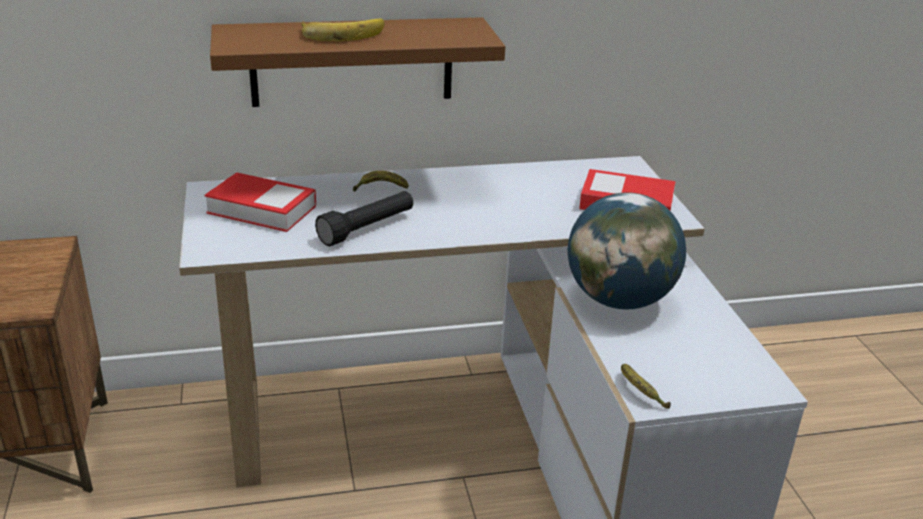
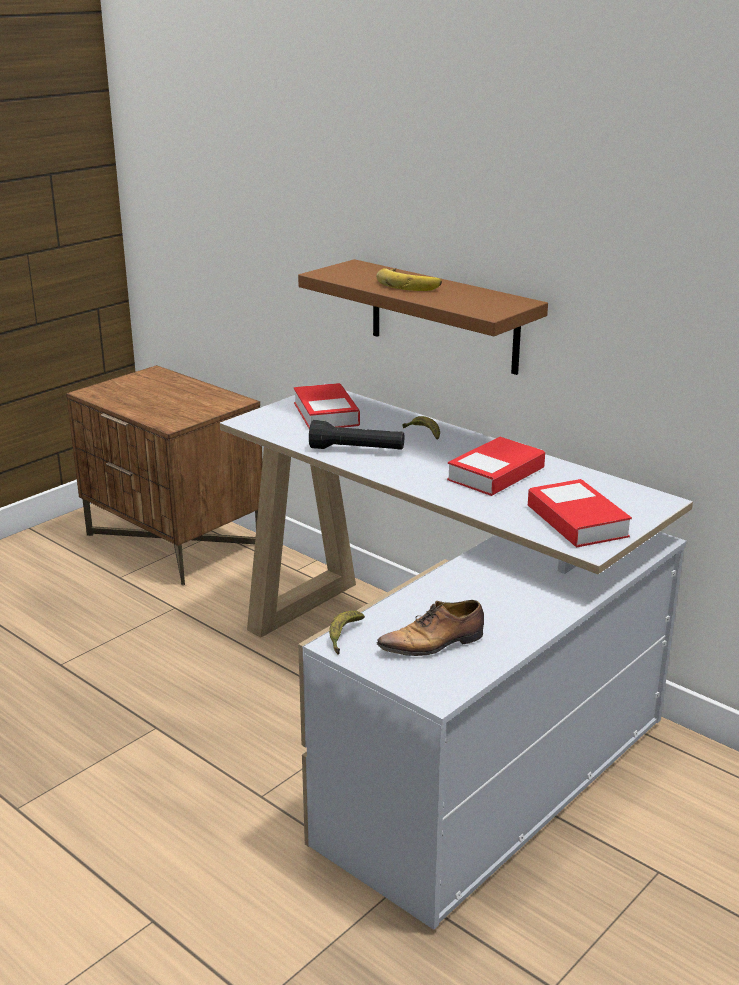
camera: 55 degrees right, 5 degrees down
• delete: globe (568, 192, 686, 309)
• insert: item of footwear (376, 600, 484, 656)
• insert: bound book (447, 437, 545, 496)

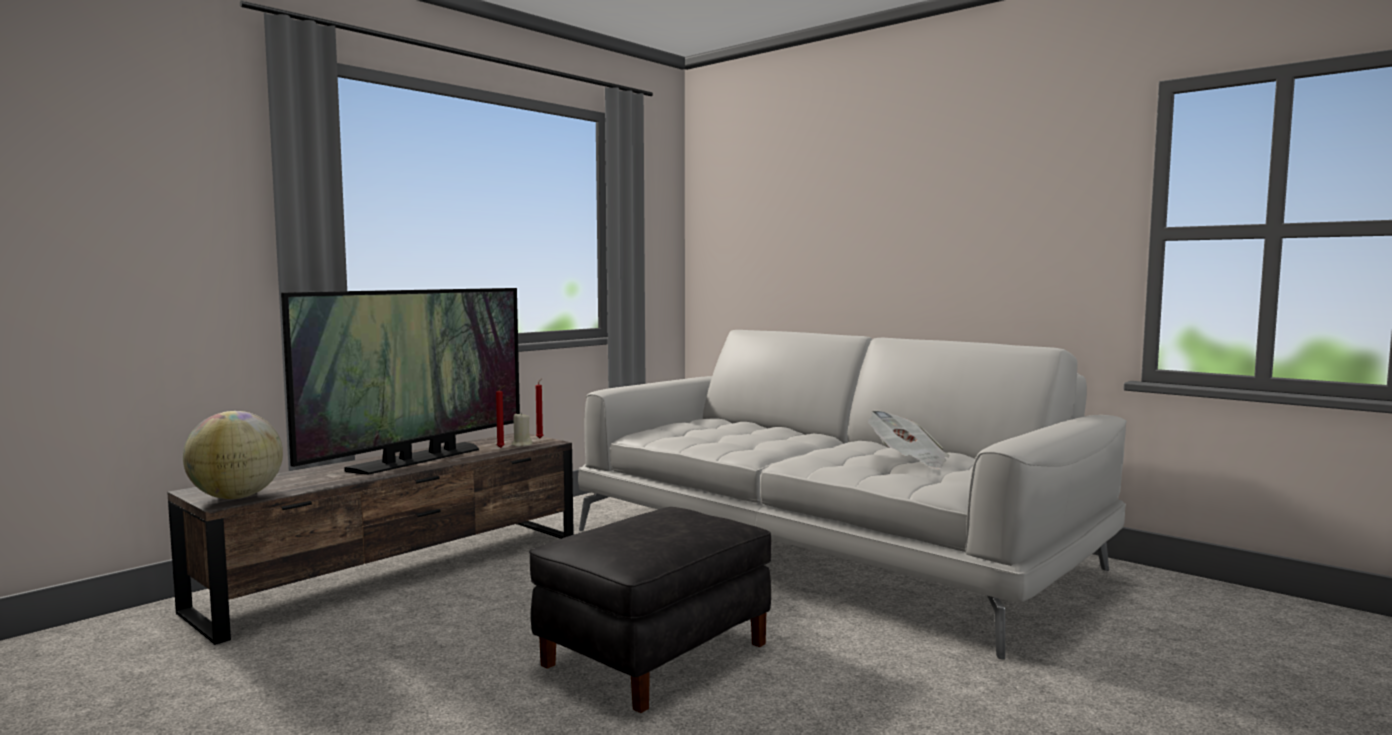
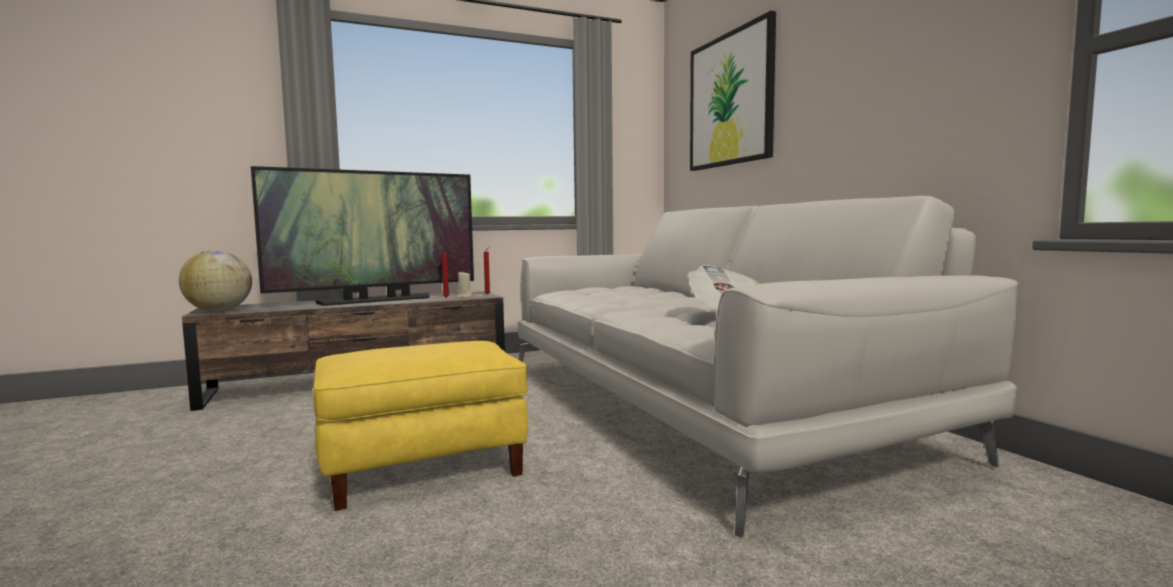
camera: 25 degrees right, 0 degrees up
• insert: picture (690, 11, 776, 171)
• recolor: black-coloured ottoman (529, 507, 771, 713) to yellow ottoman (313, 341, 528, 511)

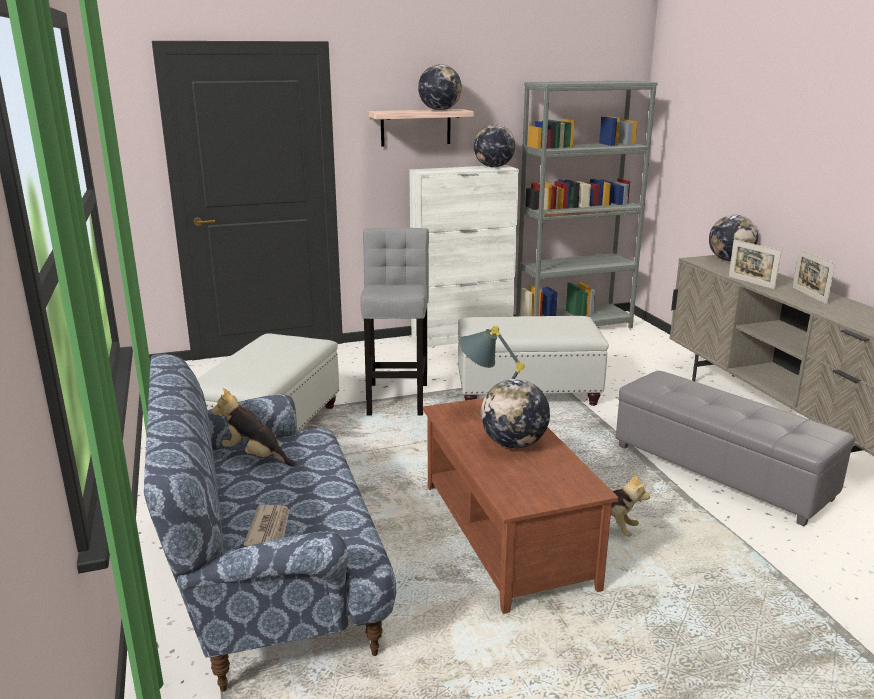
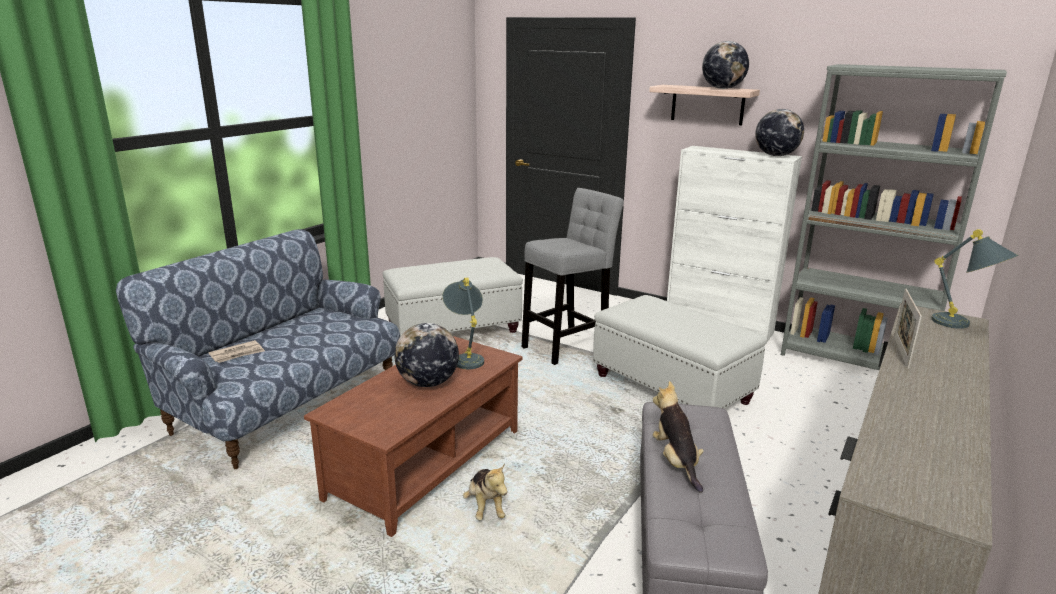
camera: 50 degrees right, 0 degrees up
• delete: picture frame (792, 249, 835, 304)
• move: cuddly toy (212, 388, 297, 467) to (653, 381, 704, 493)
• replace: globe (709, 215, 758, 261) to grey lamp for a table (931, 229, 1018, 329)

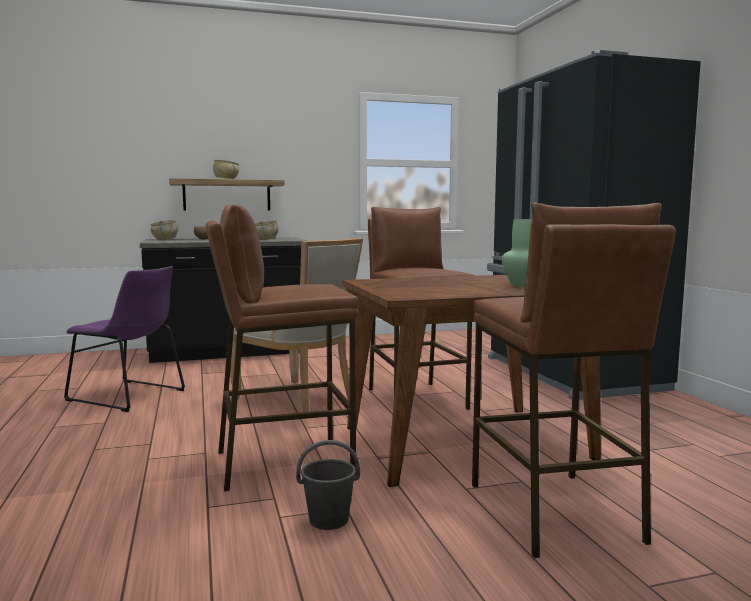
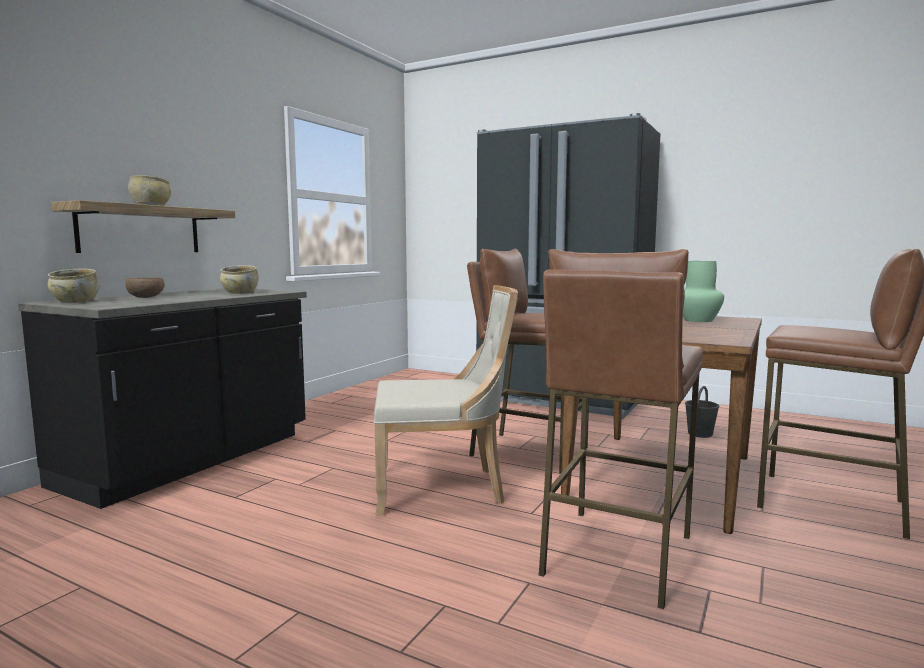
camera: 45 degrees left, 0 degrees up
• delete: purple-coloured chair (64, 266, 185, 412)
• move: grey bucket (296, 440, 360, 530) to (685, 386, 719, 438)

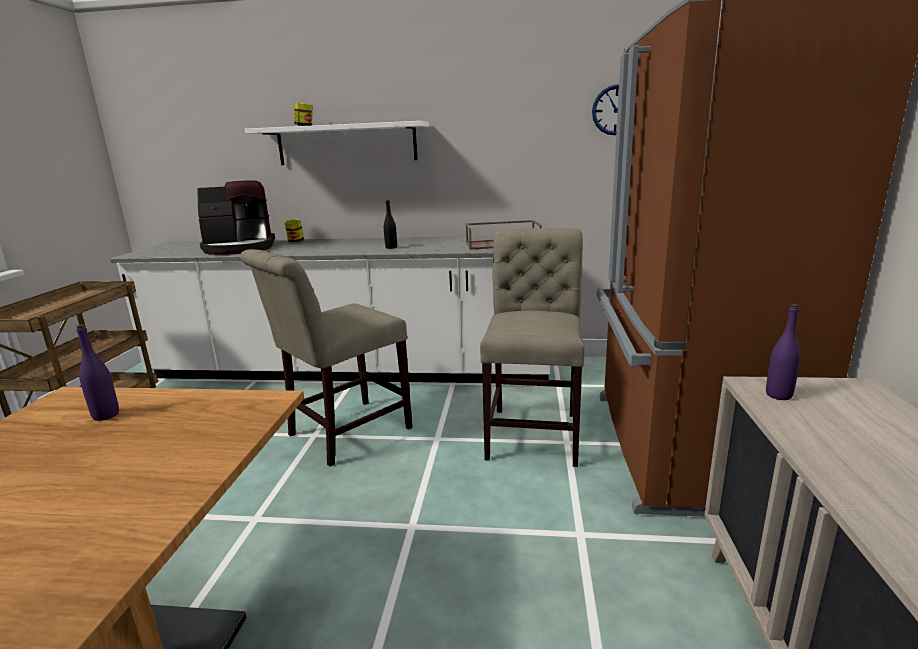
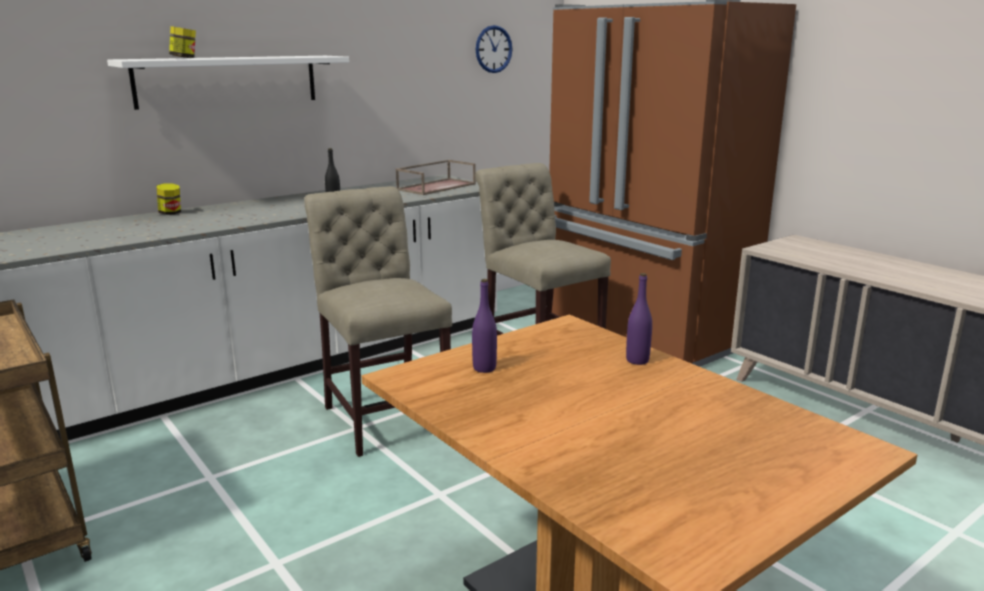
camera: 45 degrees left, 0 degrees up
• delete: coffee maker (197, 181, 275, 255)
• move: purple-coloured drink bottle (766, 304, 801, 400) to (626, 273, 652, 365)
• rotate: sand-coloured chair (240, 249, 412, 467) = (304, 186, 452, 457) 150 degrees clockwise

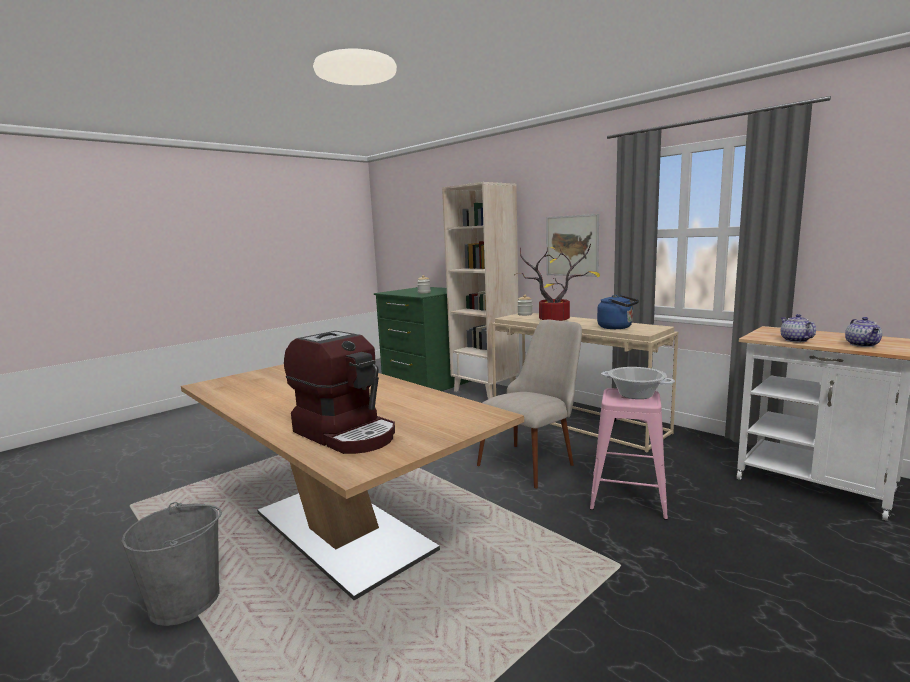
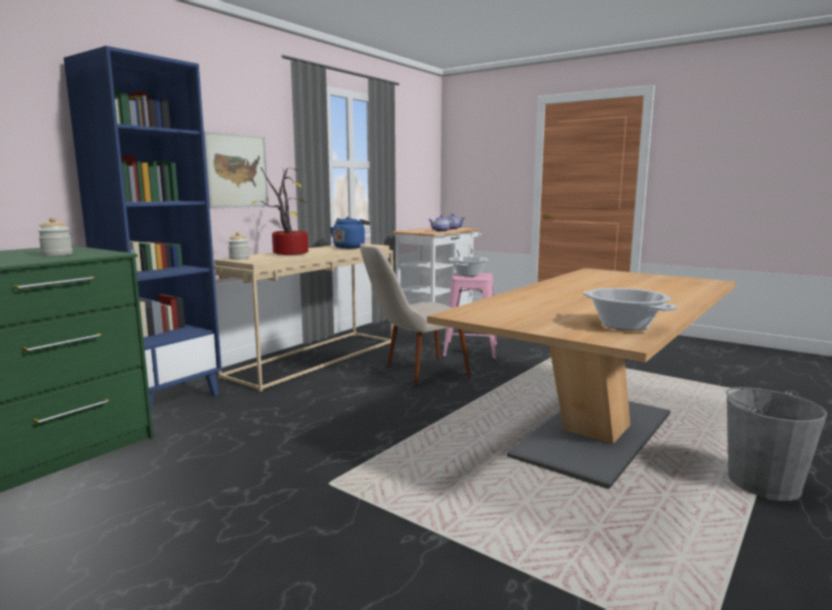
camera: 100 degrees left, 0 degrees up
• delete: coffee maker (284, 331, 395, 454)
• insert: cooking pot (583, 288, 677, 330)
• recolor: sand-coloured bookcase (442, 182, 520, 399) to bluish bookcase (64, 46, 222, 415)
• rotate: sand-coloured chair (477, 320, 582, 488) = (360, 243, 471, 386) 60 degrees counterclockwise

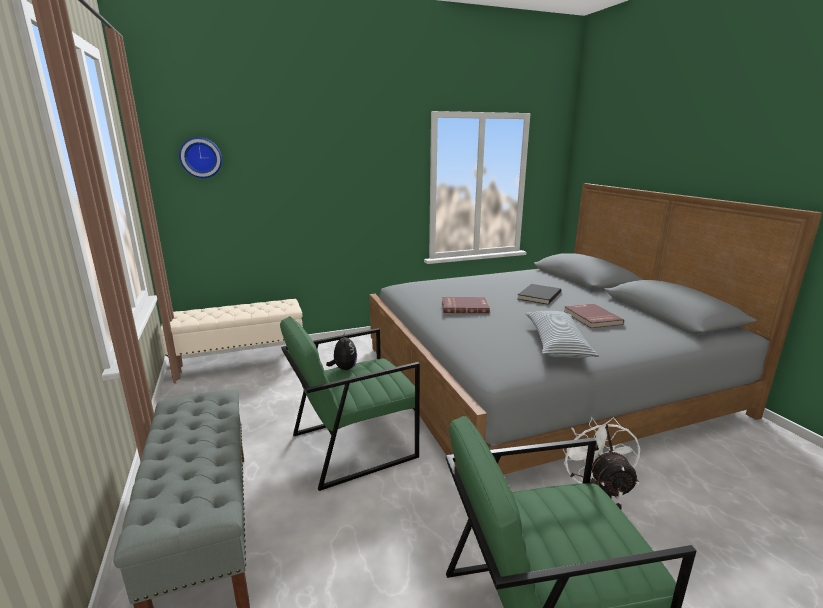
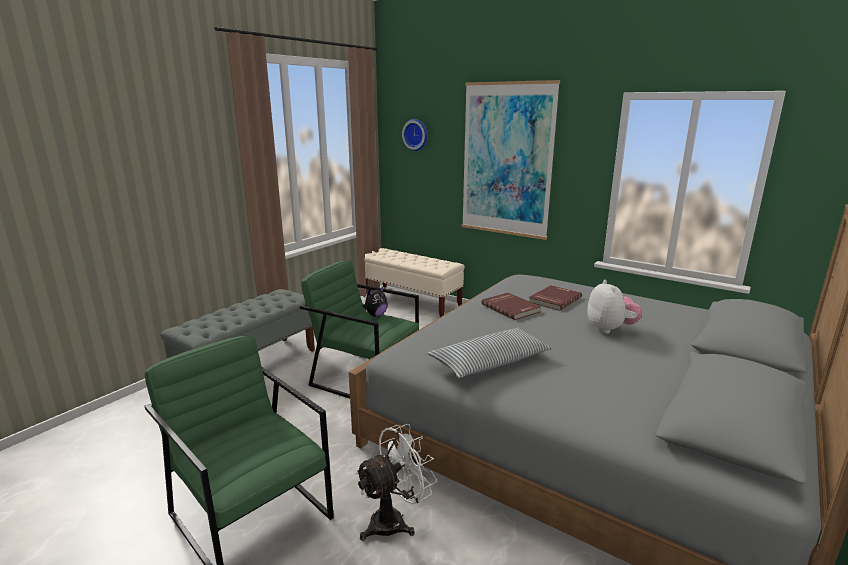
camera: 55 degrees right, 0 degrees up
• insert: picture (462, 80, 560, 240)
• move: red bound book (564, 304, 624, 328) to (529, 285, 582, 311)
• replace: black-coloured bound book (518, 284, 561, 305) to cuddly toy (587, 280, 642, 334)

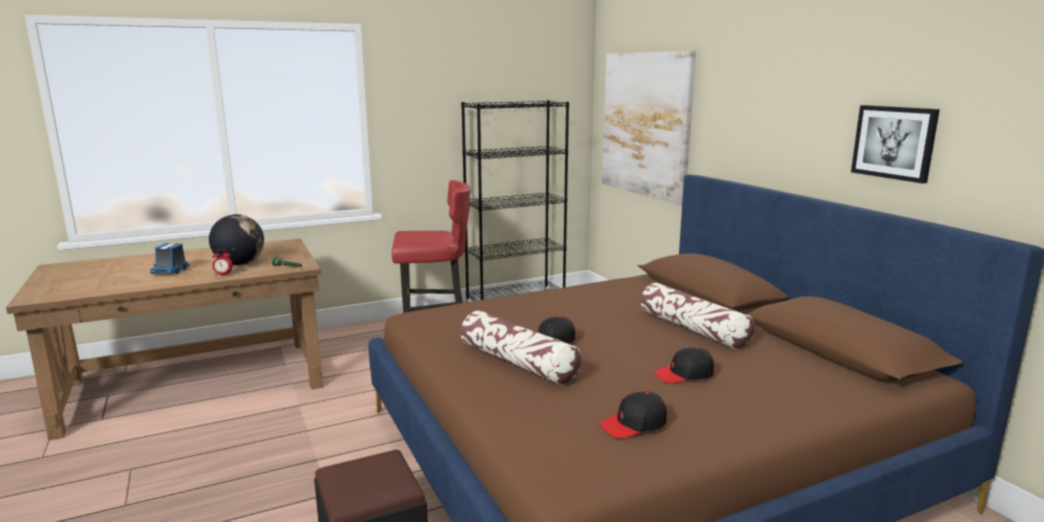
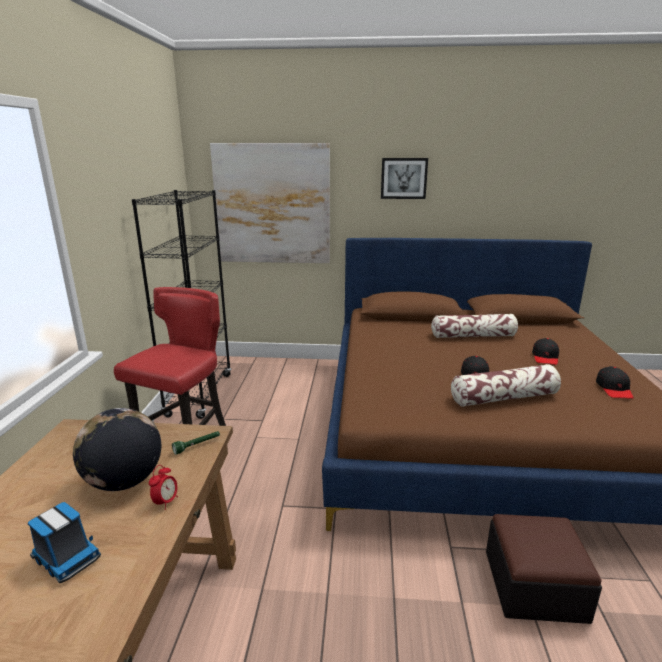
camera: 60 degrees left, 5 degrees up
• move: picture (851, 105, 940, 184) to (381, 158, 428, 199)

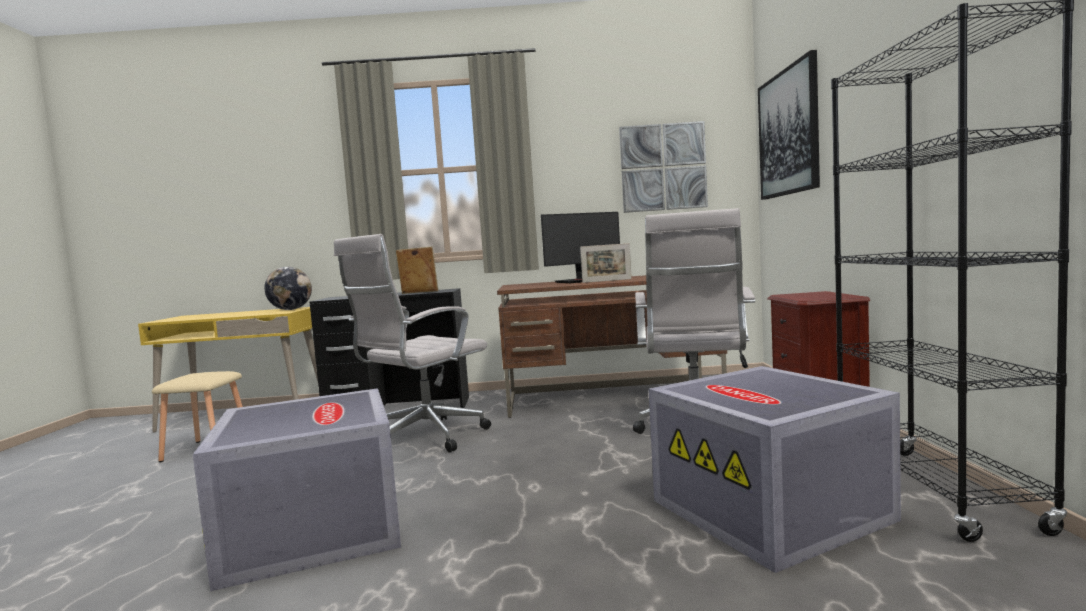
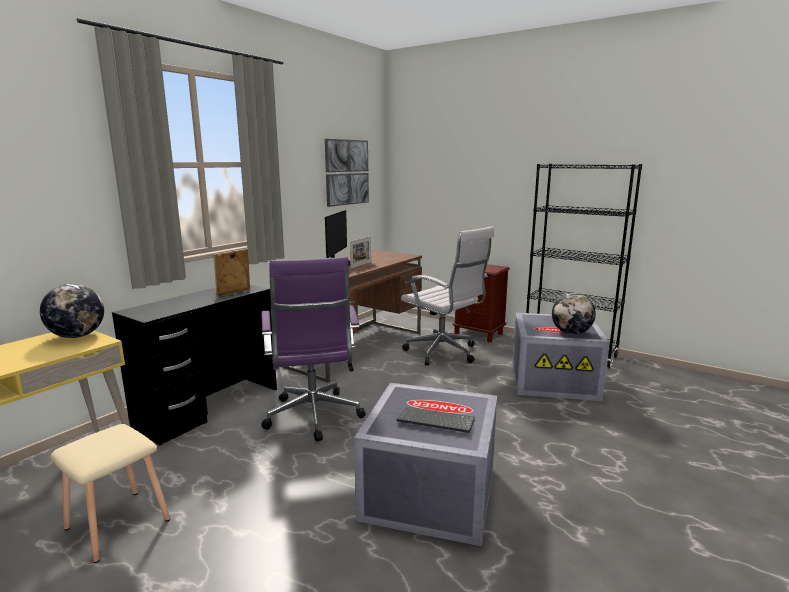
camera: 55 degrees left, 10 degrees up
• delete: picture (758, 50, 820, 200)
• insert: PC keyboard (396, 407, 475, 433)
• insert: globe (552, 293, 596, 335)
• recolor: white computer chair (334, 234, 491, 453) to purple-coloured computer chair (261, 257, 366, 442)

